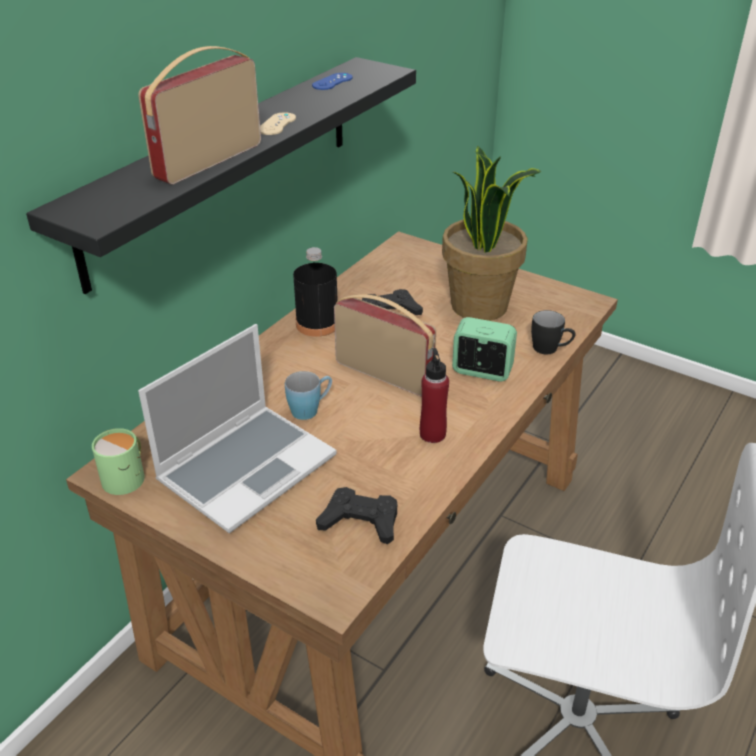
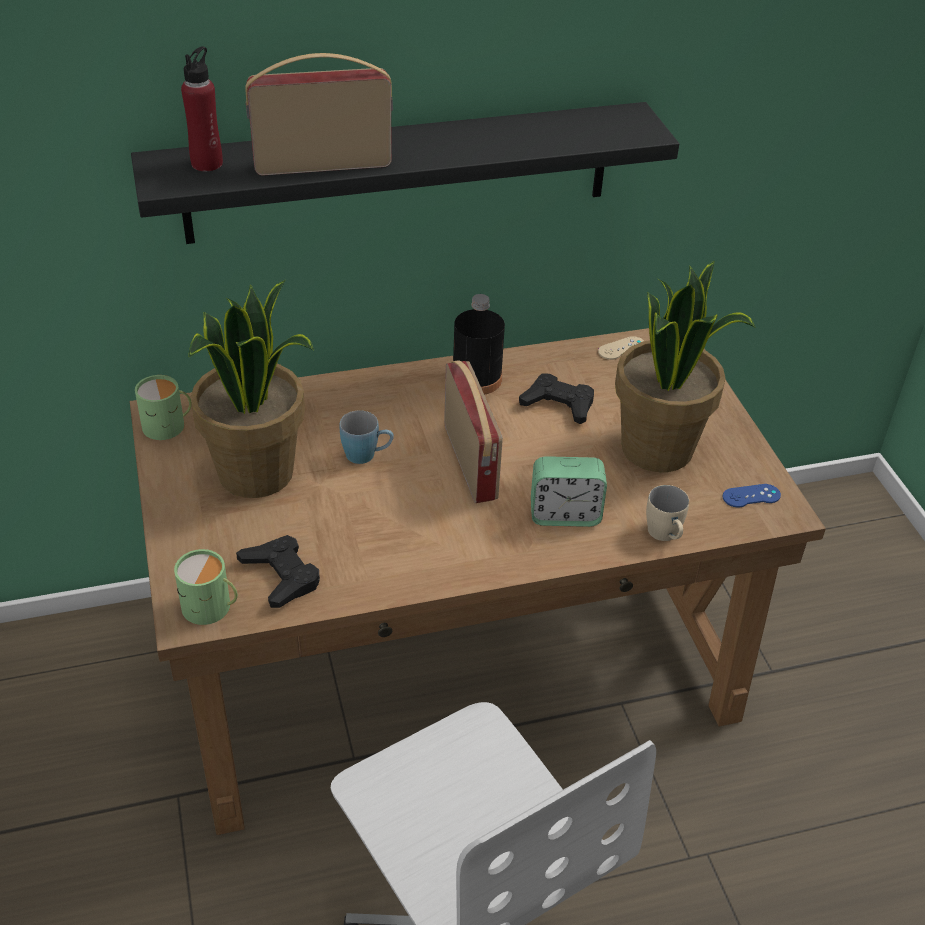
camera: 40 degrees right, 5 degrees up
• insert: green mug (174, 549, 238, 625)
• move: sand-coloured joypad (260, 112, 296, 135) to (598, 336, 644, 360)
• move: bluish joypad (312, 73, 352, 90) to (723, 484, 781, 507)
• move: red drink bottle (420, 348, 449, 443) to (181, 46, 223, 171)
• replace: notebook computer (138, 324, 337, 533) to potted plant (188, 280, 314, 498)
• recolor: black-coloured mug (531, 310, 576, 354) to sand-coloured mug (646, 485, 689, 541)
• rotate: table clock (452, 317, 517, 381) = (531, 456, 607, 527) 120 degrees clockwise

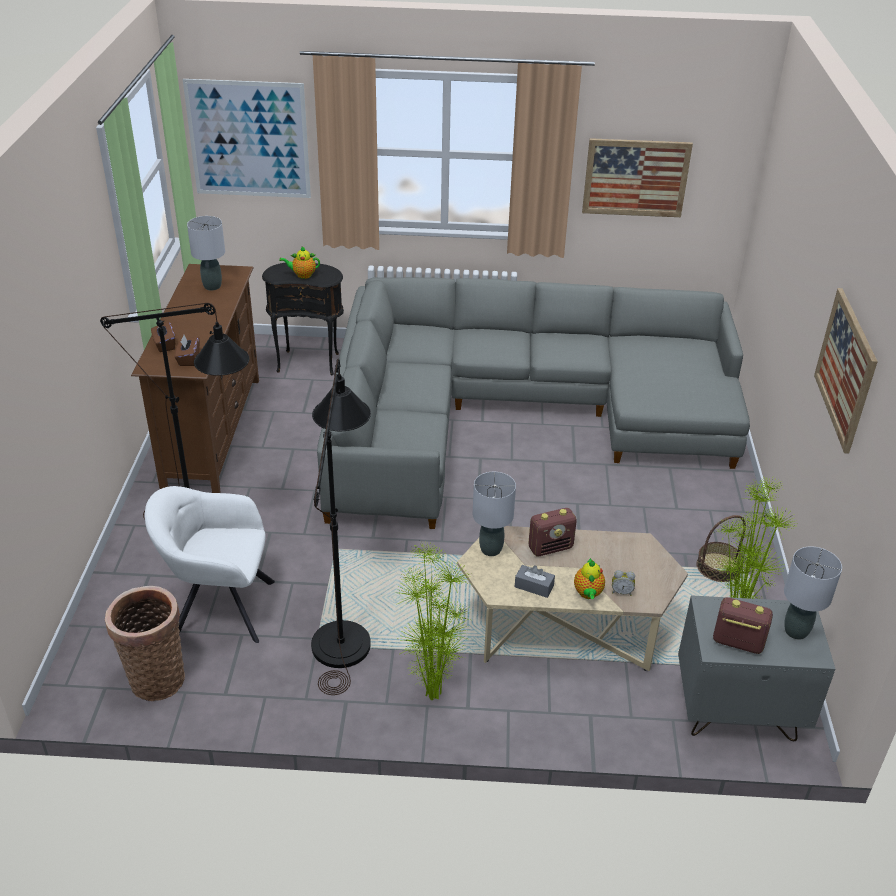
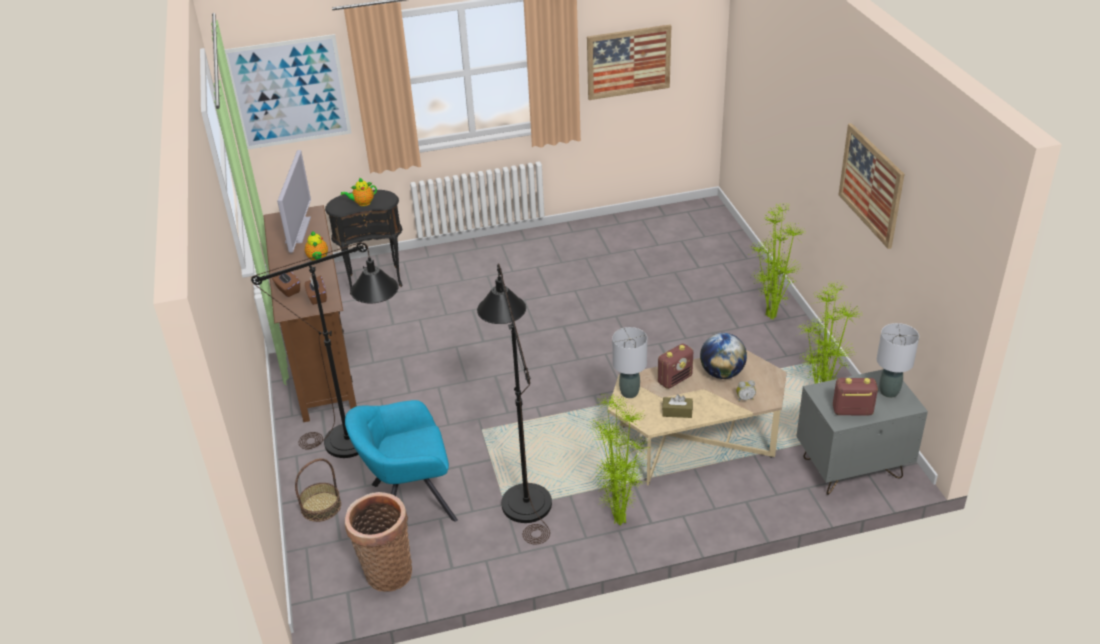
camera: 15 degrees left, 0 degrees up
• delete: grey couch (317, 277, 750, 529)
• insert: globe (700, 333, 747, 379)
• insert: potted plant (748, 204, 808, 320)
• move: pot for tea (574, 558, 605, 599) to (305, 231, 328, 261)
• move: storage basket (697, 515, 746, 582) to (295, 458, 341, 522)
• replace: grey lamp for a table (187, 216, 225, 290) to television (277, 150, 311, 253)
• recolor: white armchair (145, 486, 275, 643) to blue-green armchair (345, 400, 458, 522)
• recolor: grey box of tissues (515, 565, 555, 598) to brown-coloured box of tissues (662, 394, 693, 418)

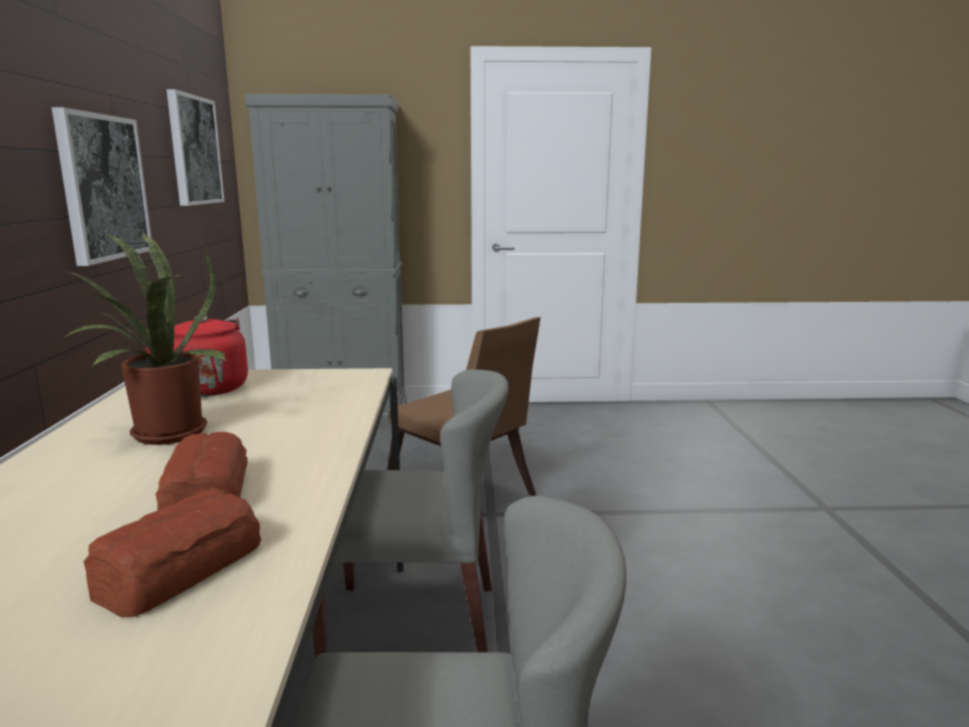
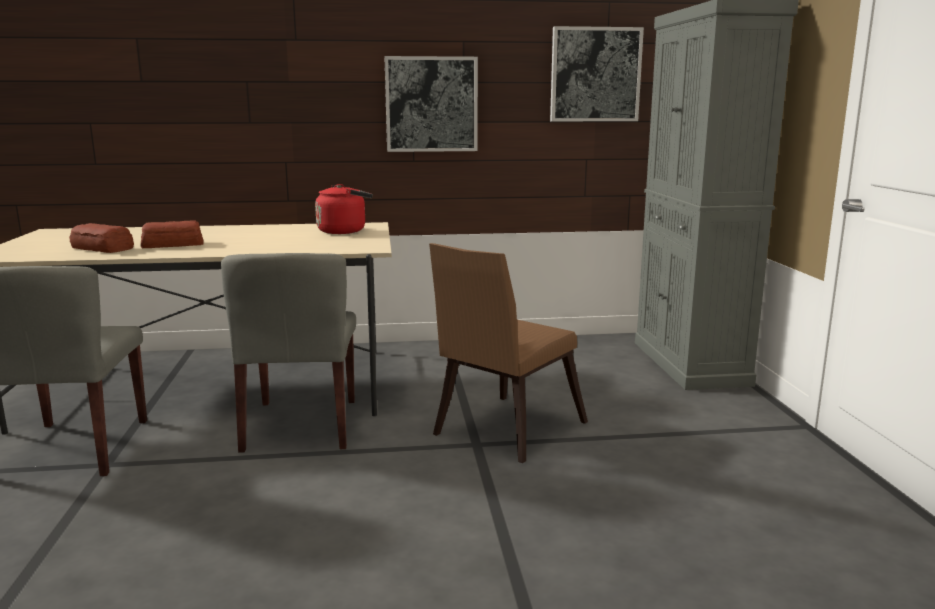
camera: 85 degrees right, 0 degrees up
• delete: potted plant (63, 231, 227, 445)

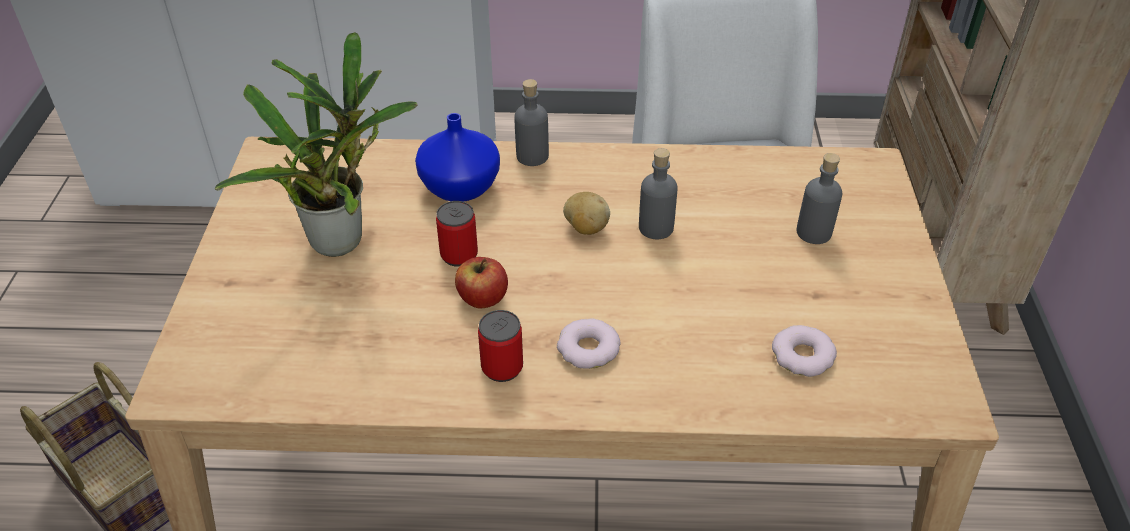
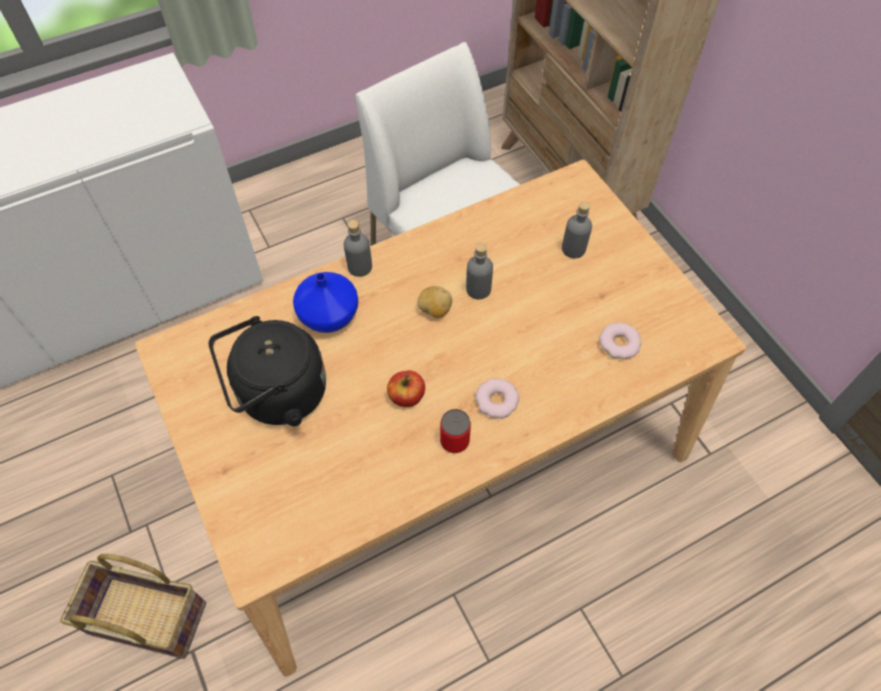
camera: 30 degrees left, 15 degrees up
• delete: sealed can (436, 201, 478, 267)
• replace: potted plant (215, 32, 418, 257) to black-coloured tea kettle (209, 316, 326, 426)

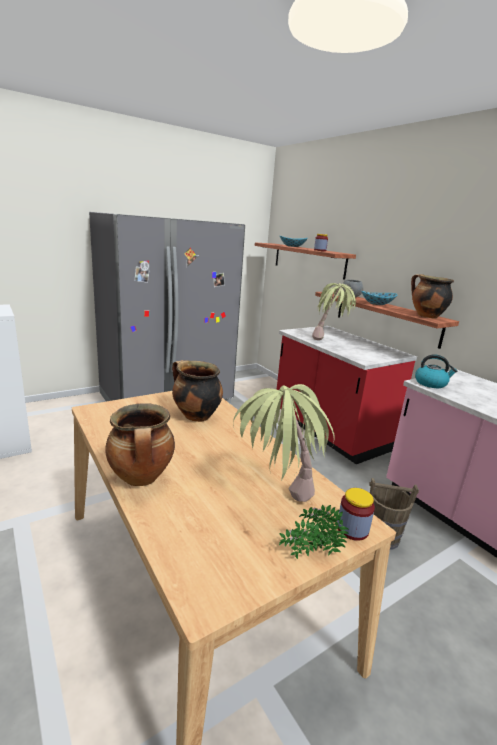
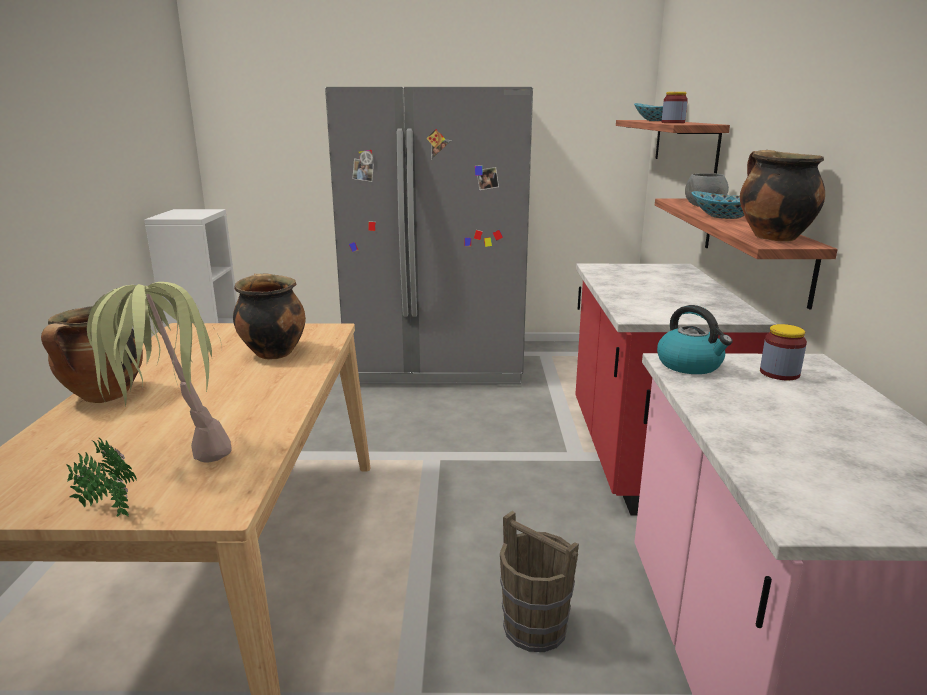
camera: 35 degrees right, 0 degrees up
• delete: potted plant (312, 283, 356, 340)
• move: storage jar (337, 488, 375, 541) to (760, 324, 807, 380)

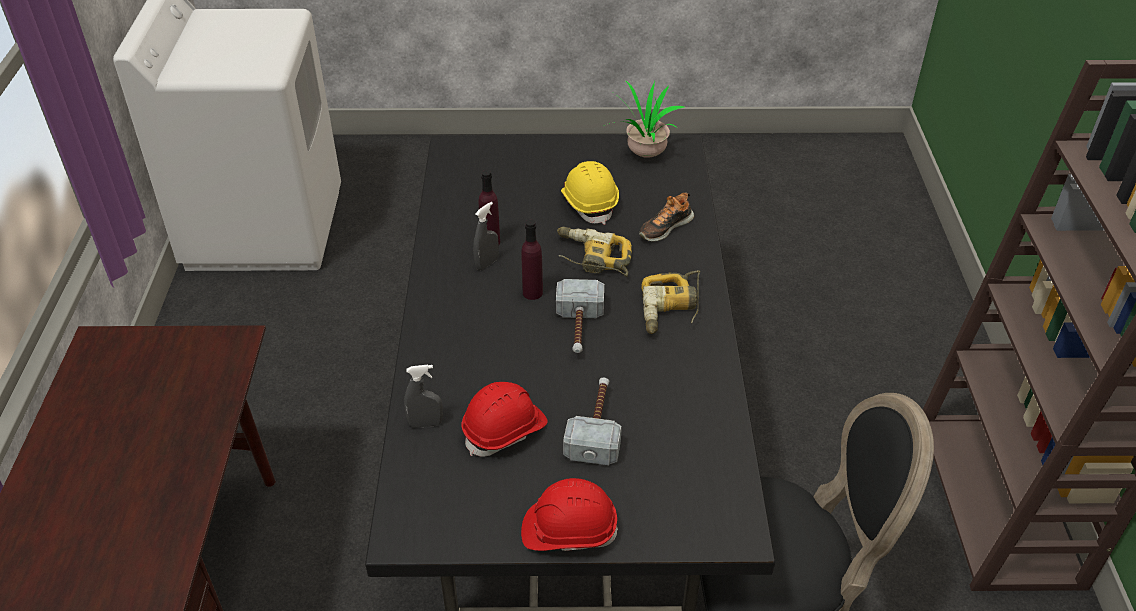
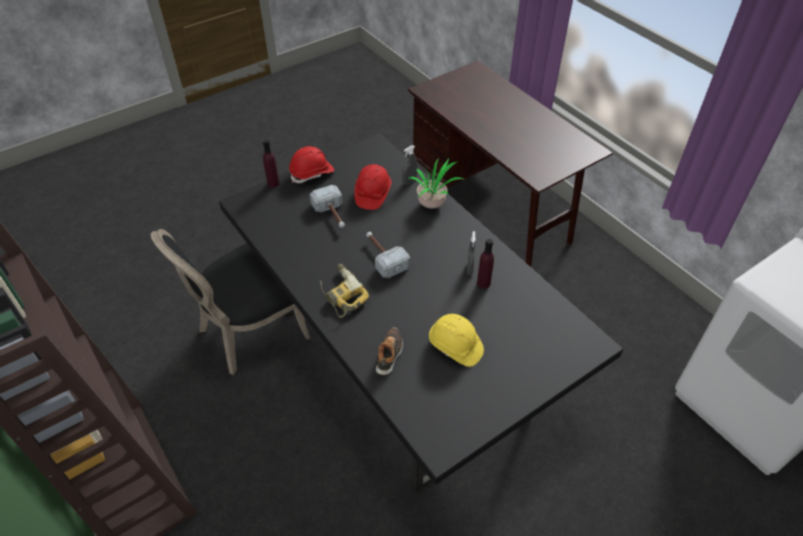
camera: 145 degrees right, 5 degrees up
• delete: power drill (557, 227, 632, 277)
• move: purple-coloured drink bottle (521, 220, 543, 300) to (263, 139, 280, 188)
• move: potted plant (605, 80, 685, 158) to (408, 159, 463, 209)

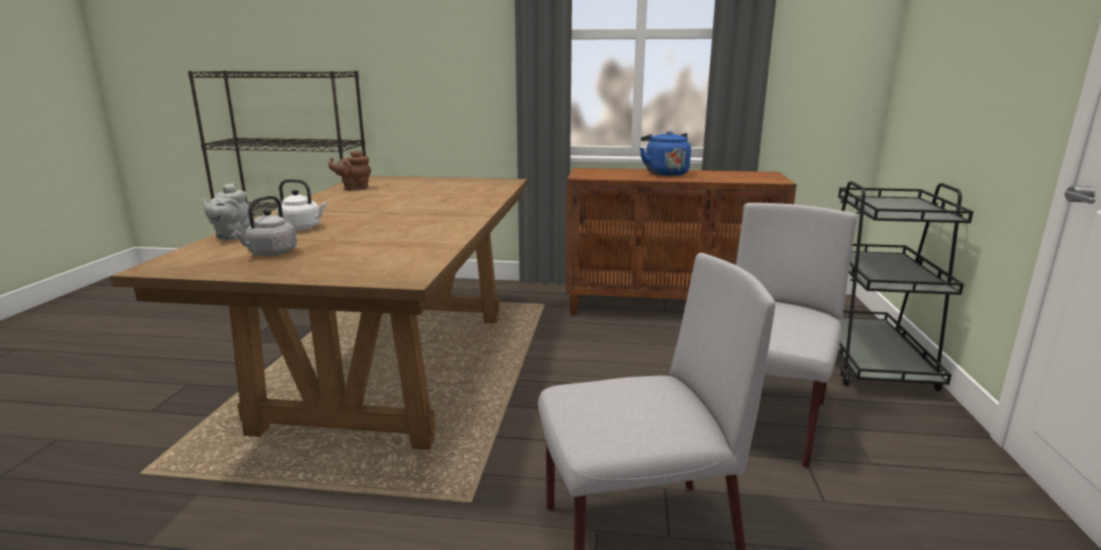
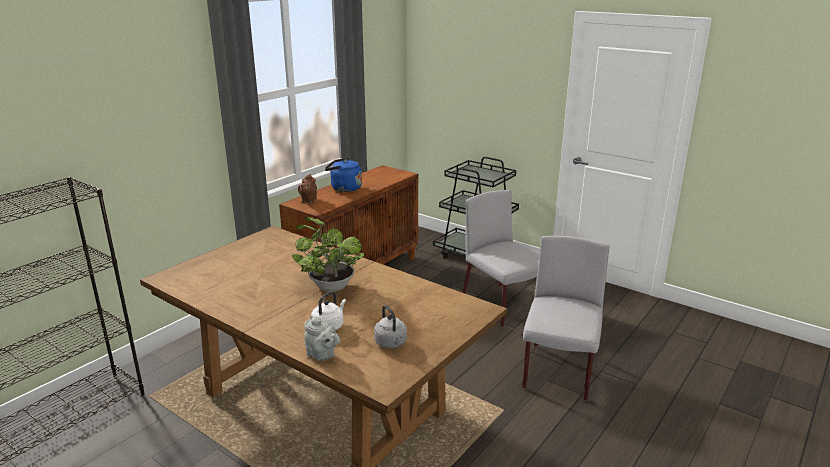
camera: 60 degrees left, 5 degrees up
• insert: potted plant (292, 217, 364, 292)
• move: brown-coloured pot for tea (328, 151, 371, 190) to (298, 174, 317, 203)

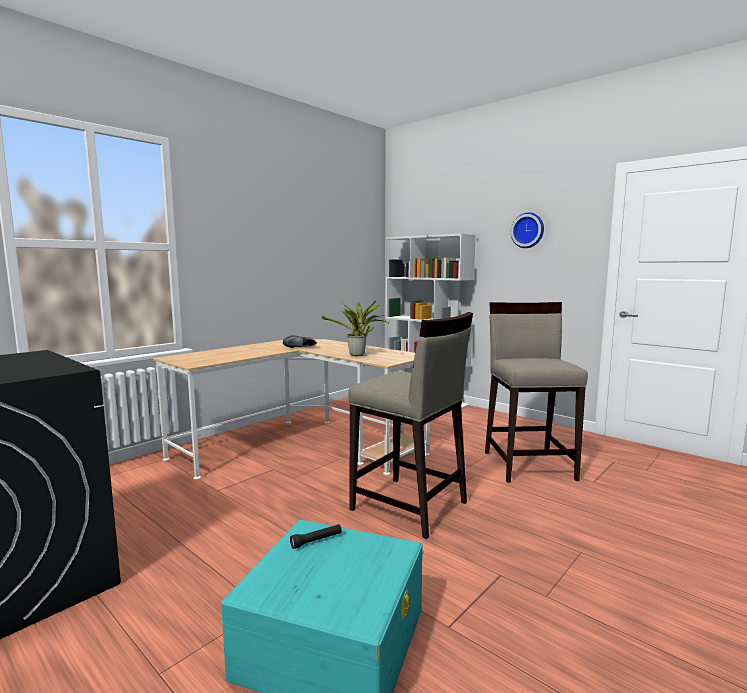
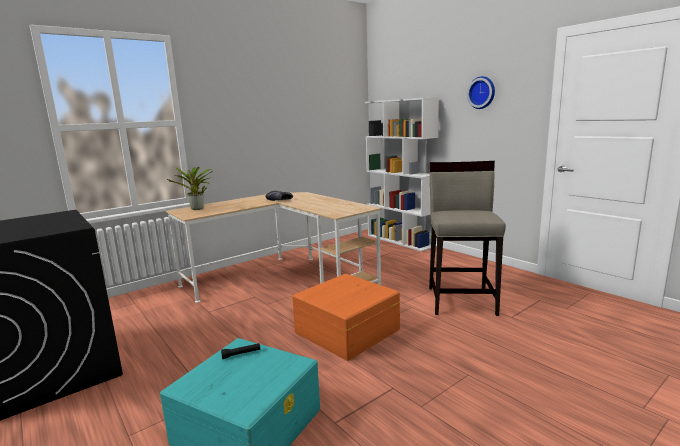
camera: 10 degrees right, 5 degrees up
• move: potted plant (322, 300, 388, 356) to (167, 167, 212, 210)
• replace: sand-coloured sitting stool (348, 312, 473, 539) to orange-coloured storage bin (292, 274, 401, 361)

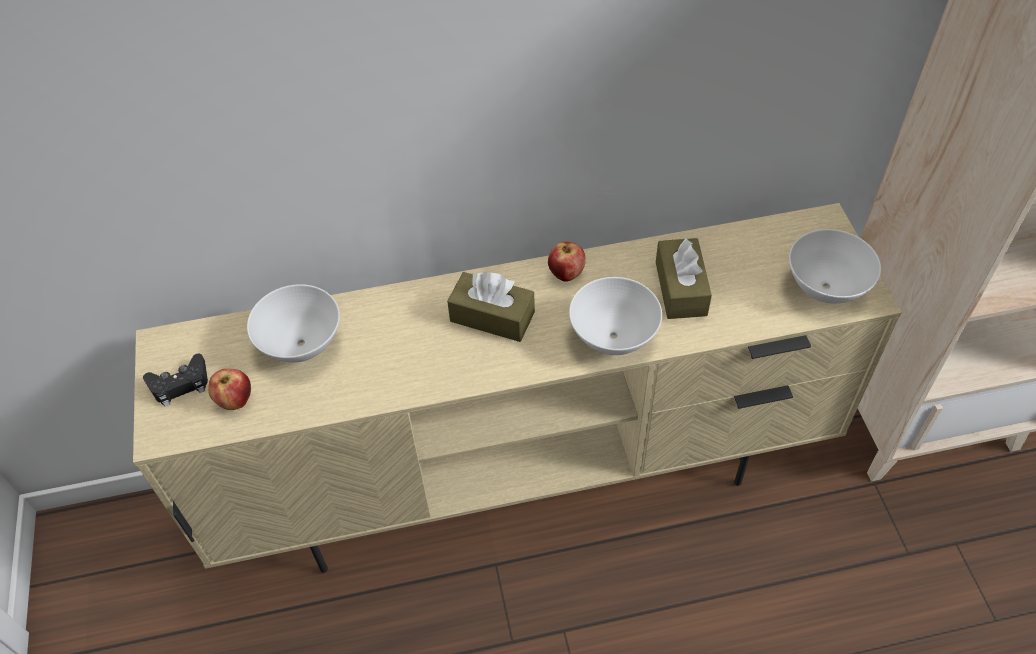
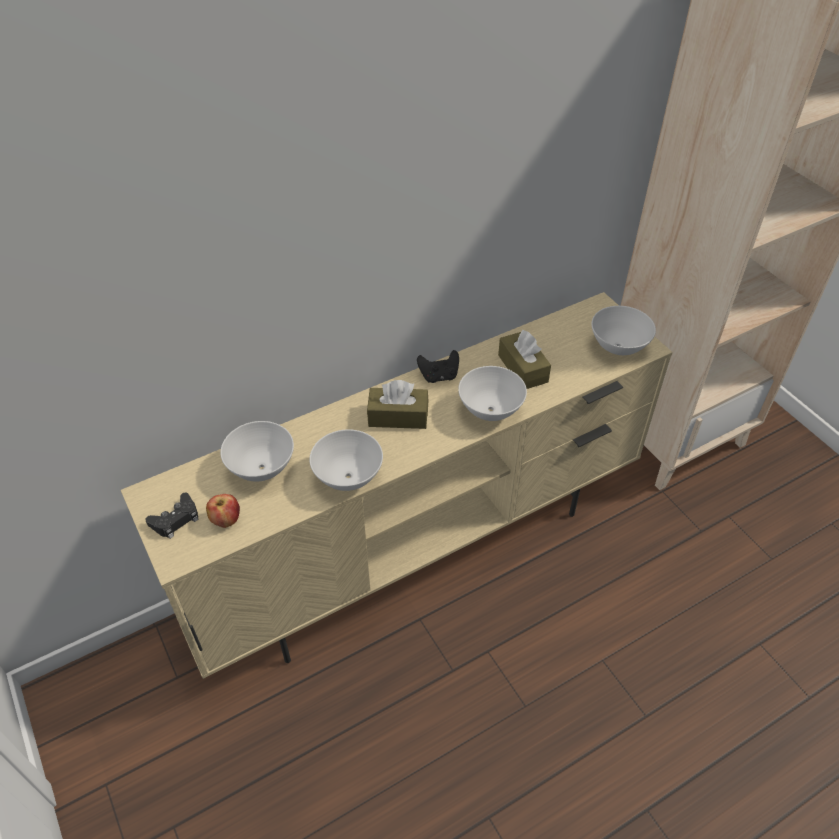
camera: 20 degrees left, 5 degrees down
• insert: white deep dish (309, 429, 383, 491)
• replace: whole apple (548, 241, 586, 282) to black-coloured joypad (417, 350, 459, 383)

